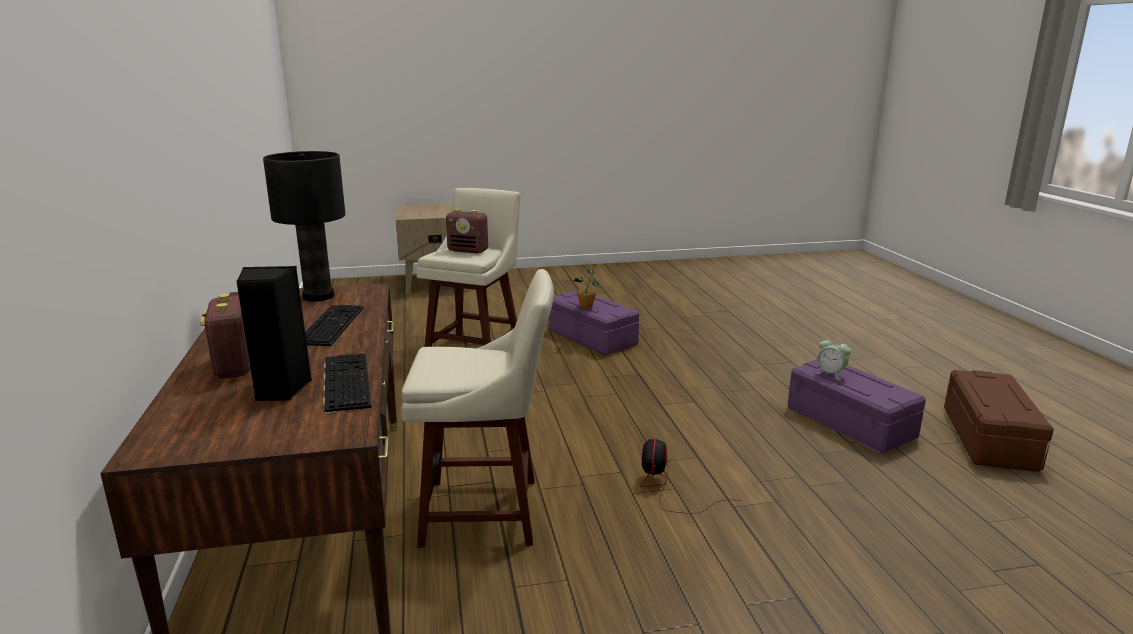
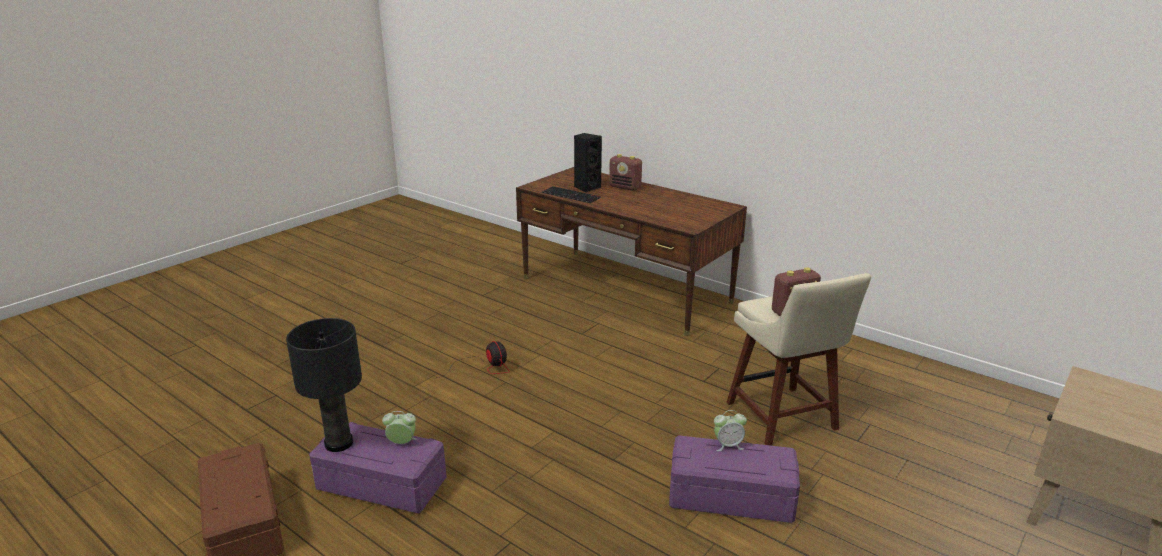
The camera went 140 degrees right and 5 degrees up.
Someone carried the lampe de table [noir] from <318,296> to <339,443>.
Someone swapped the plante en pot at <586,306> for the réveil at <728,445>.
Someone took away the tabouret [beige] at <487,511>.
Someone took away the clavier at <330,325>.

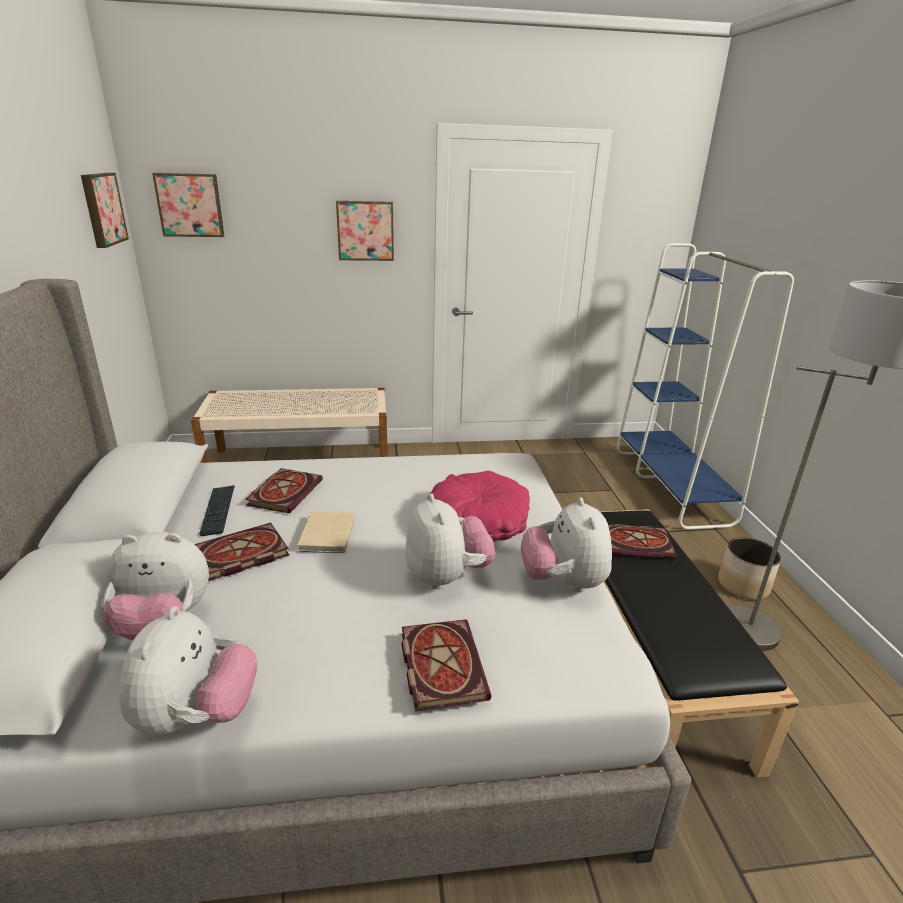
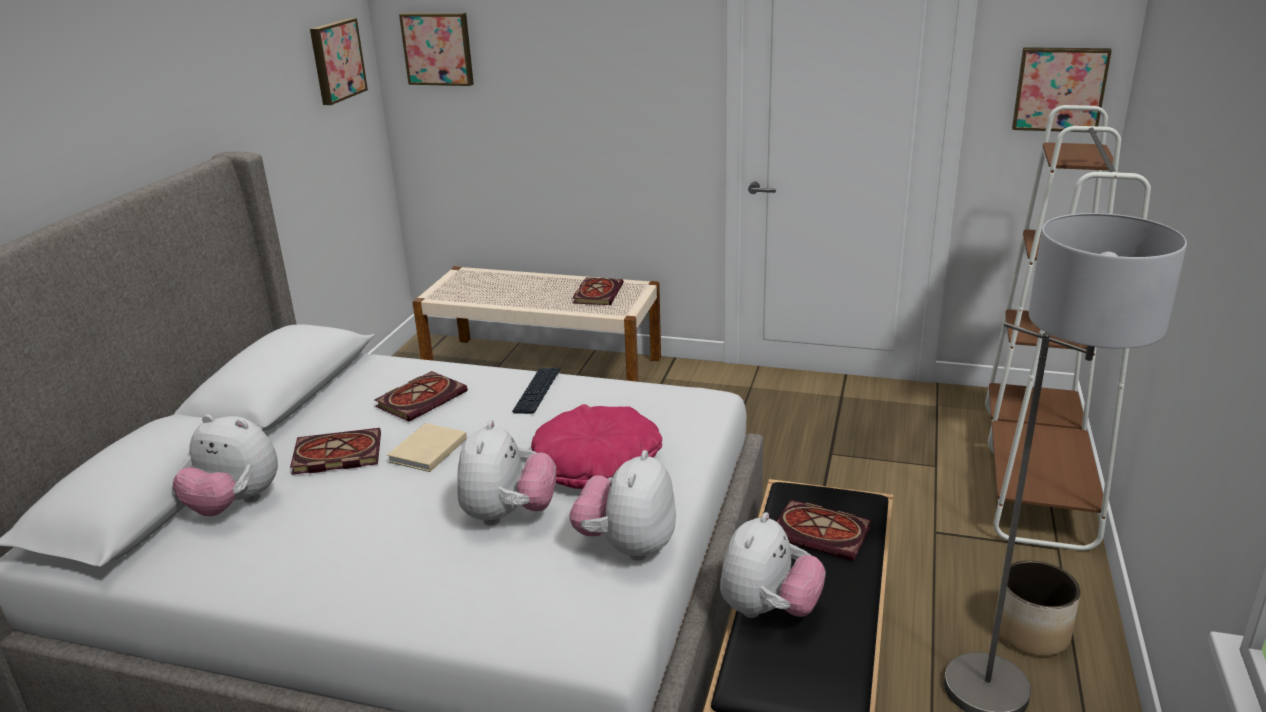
The camera went 25 degrees right and 0 degrees up.
Someone carried the tableau from <365,230> to <1059,89>.
Someone repainted the portant [bleu] at <670,487>, which became the portant [marron] at <1035,477>.
Someone carried the clavier from <218,510> to <537,391>.
Someone carried the peluche from <197,715> to <768,610>.
Someone carried the livre from <440,664> to <597,293>.

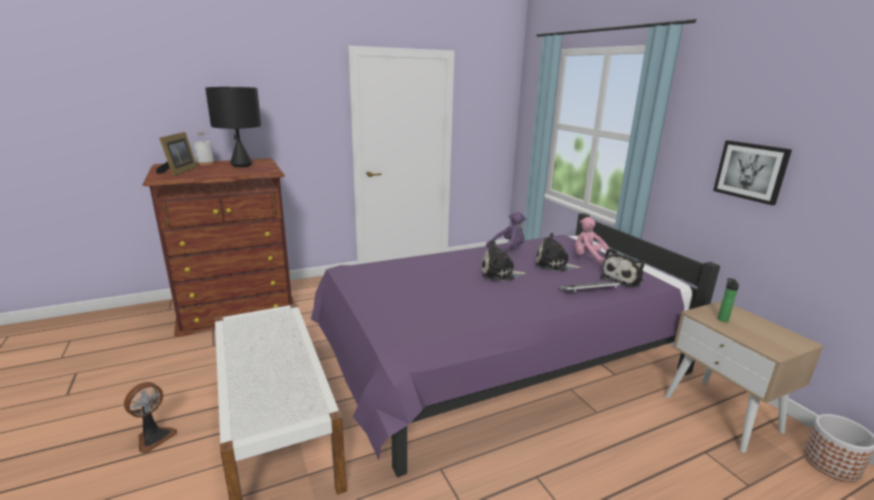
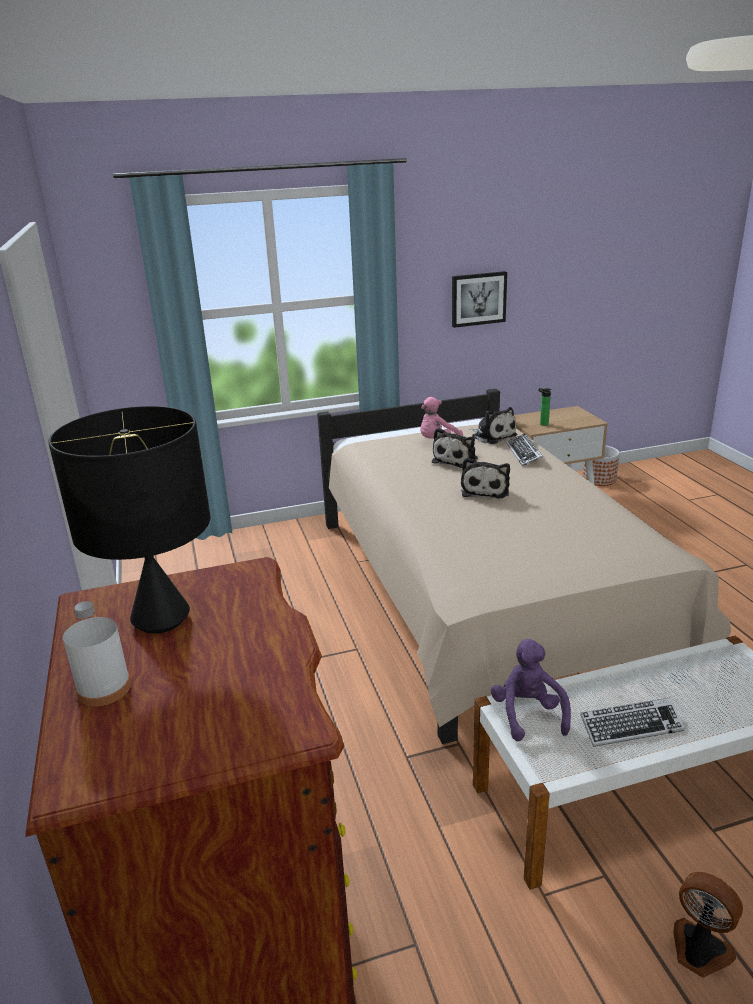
The camera went 80 degrees left and 5 degrees up.
Someone took away the cadre photo at <179,171>.
Someone carried the peluche [violet] from <507,250> to <528,714>.
Someone repainted the lit [violet] at <498,364>, which became the lit [beige] at <480,598>.
Someone put down the clavier at <630,726>.

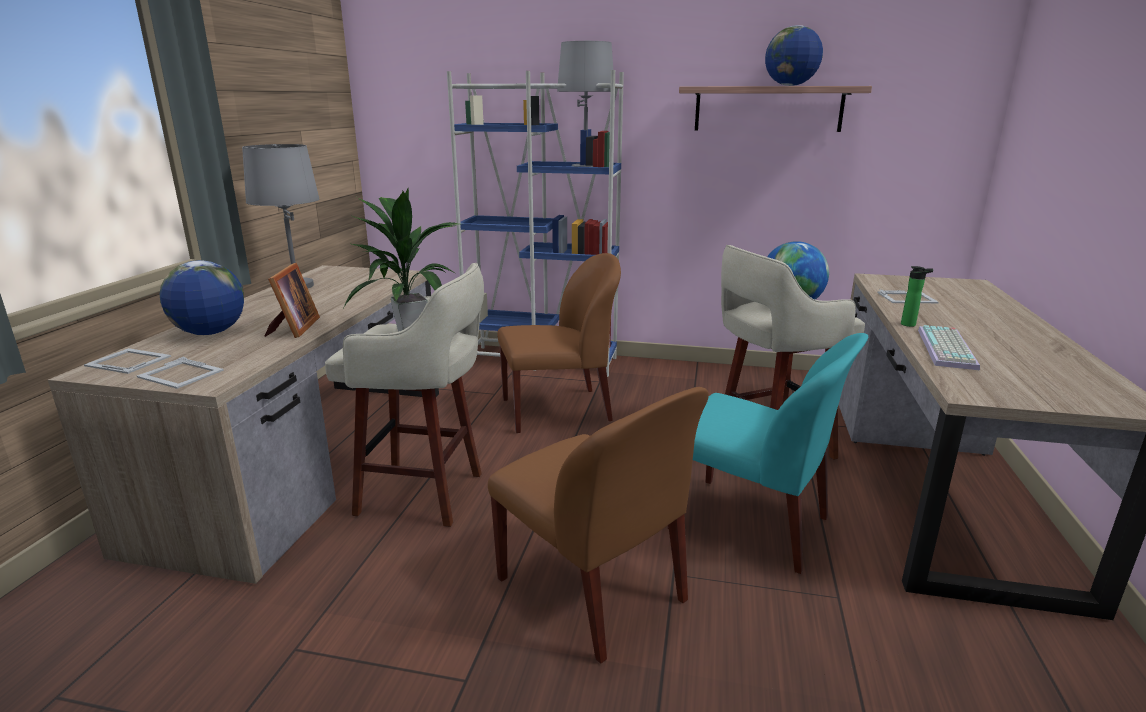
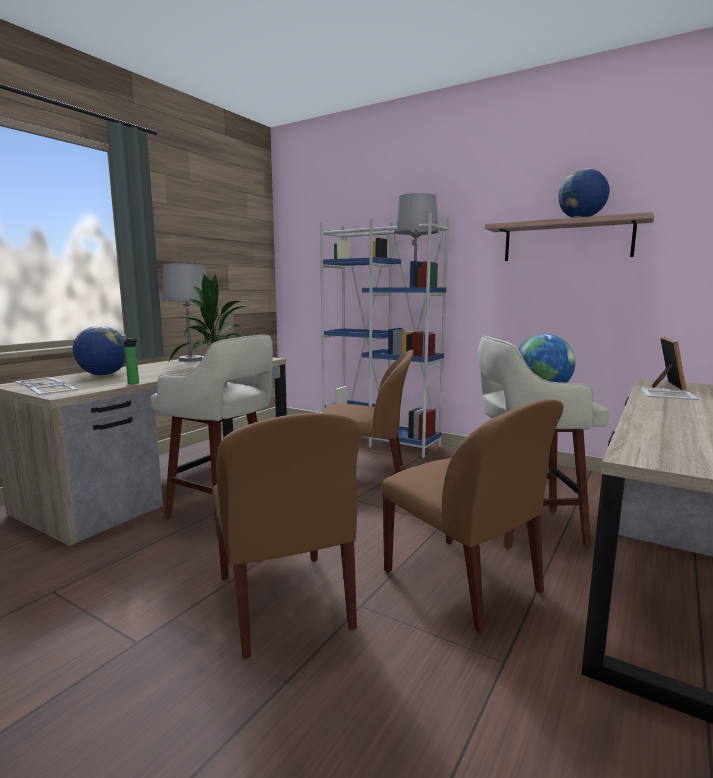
The camera went 20 degrees right and 10 degrees down.
Someone carried the cadre photo from <293,329> to <665,385>.
Someone carried the bouteille from <910,325> to <134,383>.
Someone took away the clavier at <949,349>.
Someone repainted the chaise [turquoise] at <752,524>, which became the chaise [marron] at <464,583>.

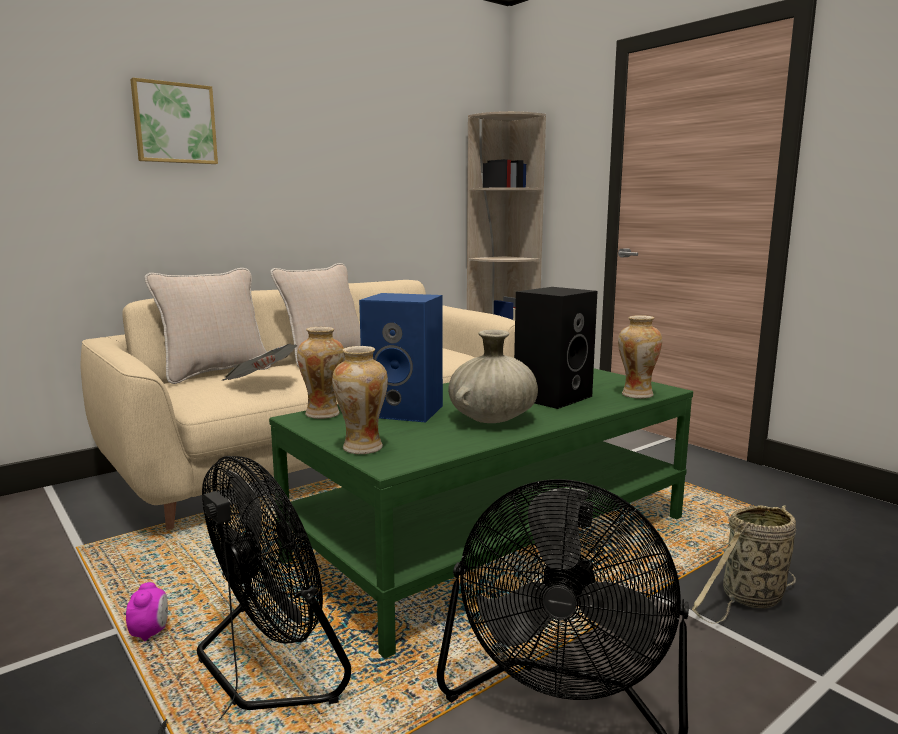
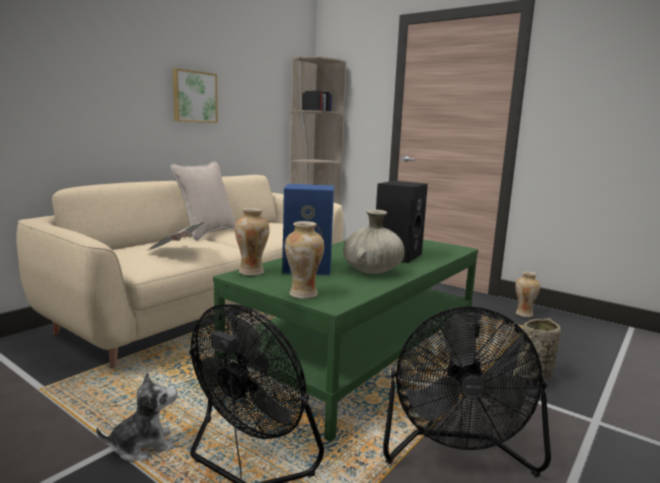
The camera went 15 degrees left and 0 degrees up.
Someone carried the tableau from <174,123> to <194,97>.
Someone took away the coussin [beige] at <215,373>.
Someone carried the vase from <636,394> to <523,314>.
Someone swapped the réveil at <150,633> for the peluche at <143,446>.

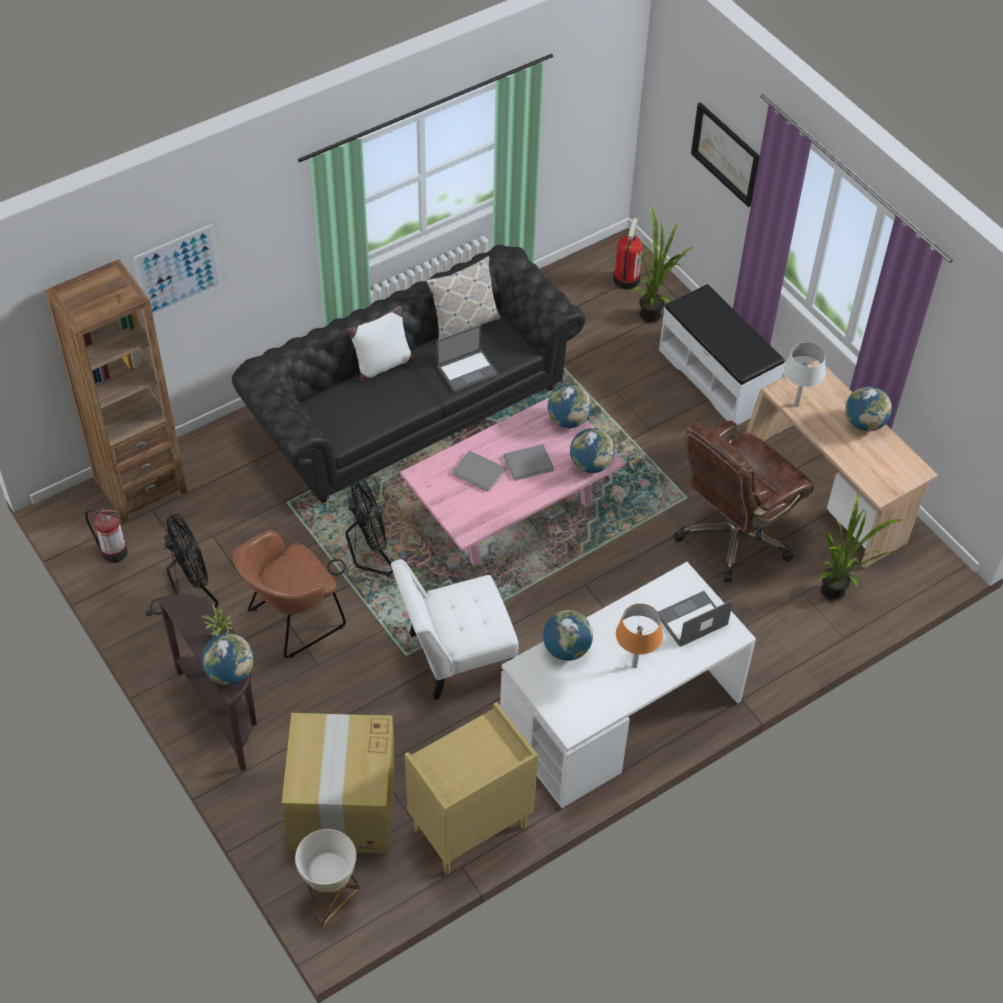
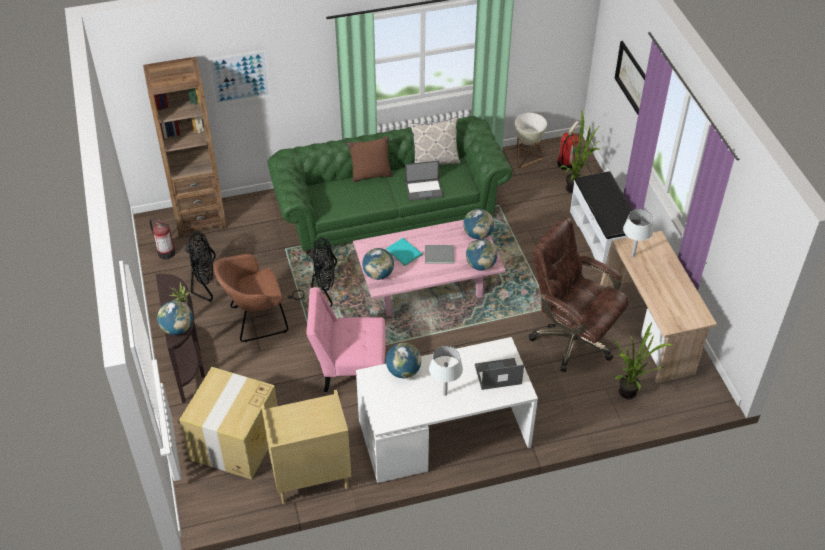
The camera went 20 degrees right and 5 degrees down.
Someone repainted the canapé [noir] at <410,407>, which became the canapé [vert] at <389,210>.
Someone repainted the coussin [blanc] at <382,366>, which became the coussin [marron] at <370,175>.
Someone carried the globe from <864,423> to <378,274>.
Someone rotated the chaise de bureau [marron] at <734,535> by 60 degrees clockwise.
Someone repainted the livre [gris] at <478,470>, which became the livre [turquoise] at <404,251>.
Someone repainted the chaise [blanc] at <455,656>, which became the chaise [rose] at <349,368>.
Someone repainted the lampe de table [orange] at <634,665>, which became the lampe de table [blanc] at <445,393>.
Someone carried the cache-pot from <330,895> to <527,158>.

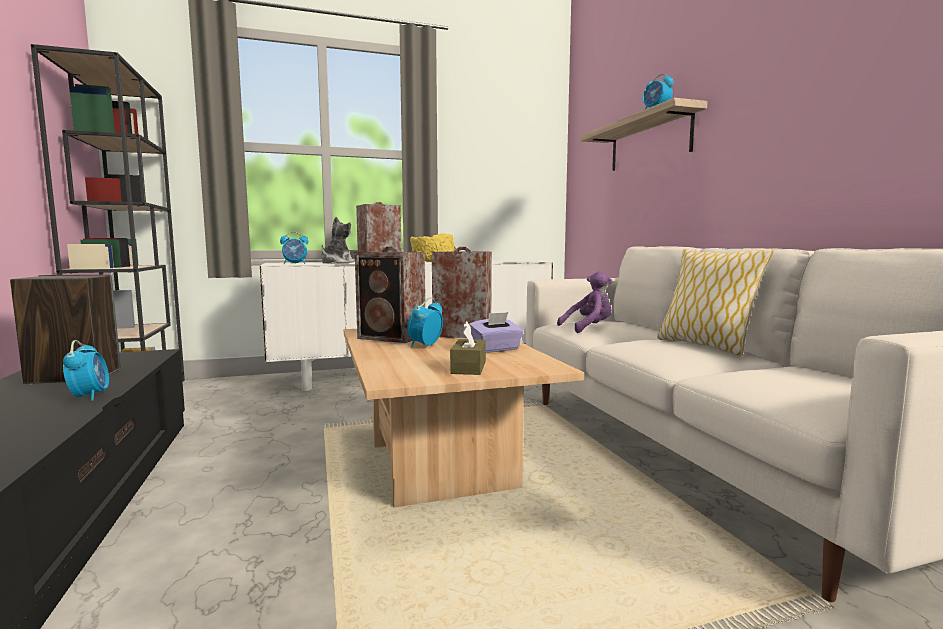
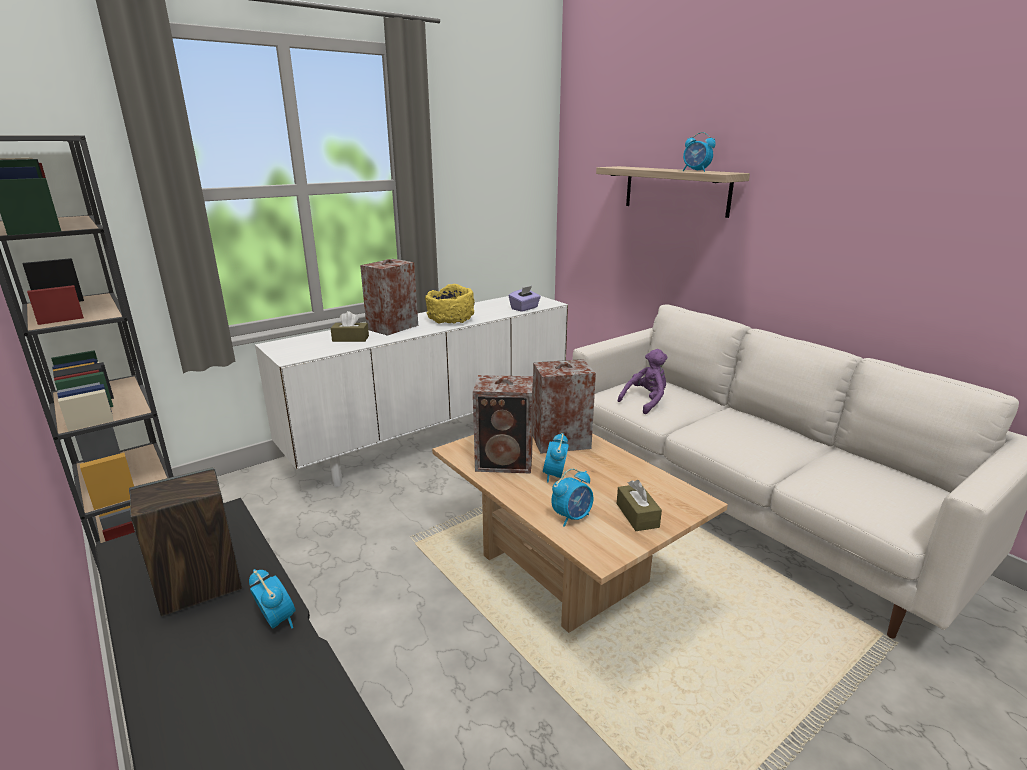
The camera went 20 degrees left and 15 degrees up.
Someone swapped the peluche at <336,262> for the boîte à mouchoirs [marron] at <350,339>.
Someone carried the réveil from <295,263> to <572,517>.
Someone took away the coussin at <705,346>.
Someone carried the boîte à mouchoirs [violet] from <496,349> to <524,308>.

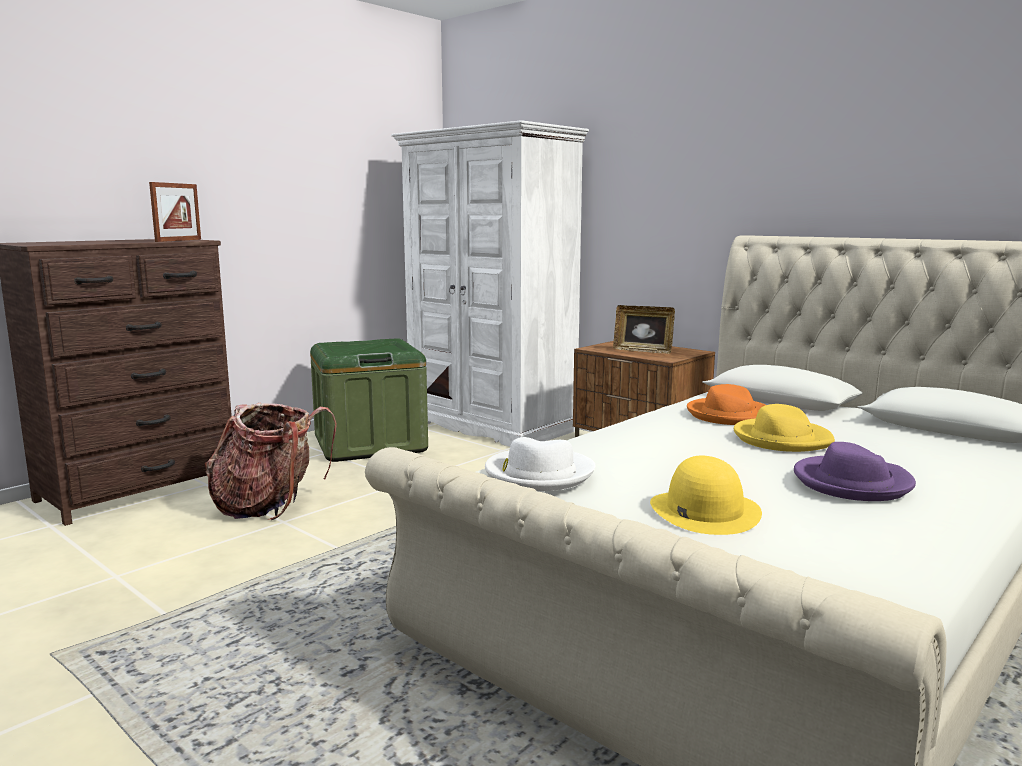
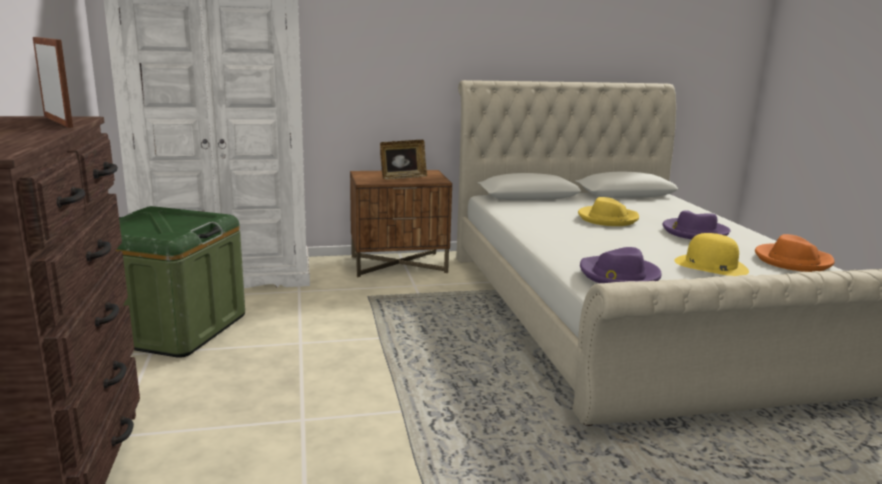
The camera went 55 degrees left and 5 degrees up.
Someone carried the chapeau [orange] from <729,415> to <792,261>.
Someone took away the sac à dos at <270,506>.
Someone repainted the chapeau [blanc] at <538,474>, which became the chapeau [violet] at <619,275>.

